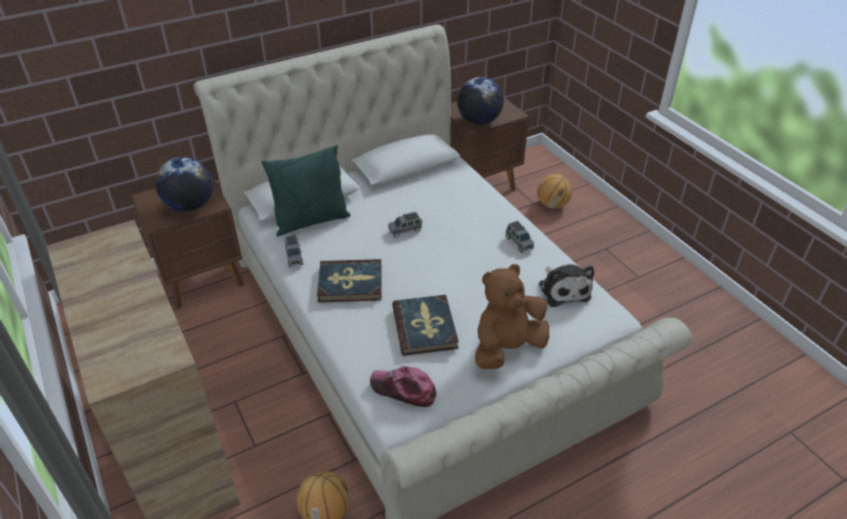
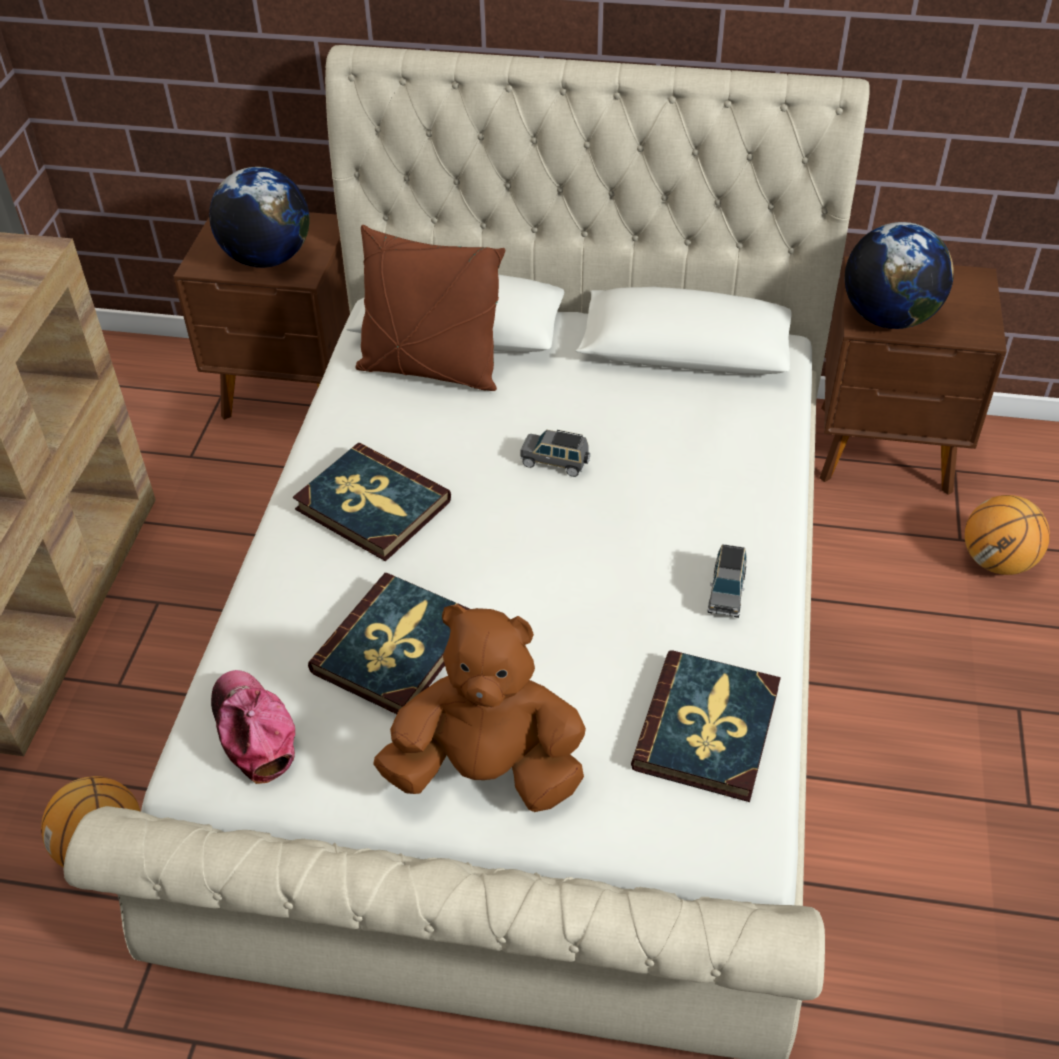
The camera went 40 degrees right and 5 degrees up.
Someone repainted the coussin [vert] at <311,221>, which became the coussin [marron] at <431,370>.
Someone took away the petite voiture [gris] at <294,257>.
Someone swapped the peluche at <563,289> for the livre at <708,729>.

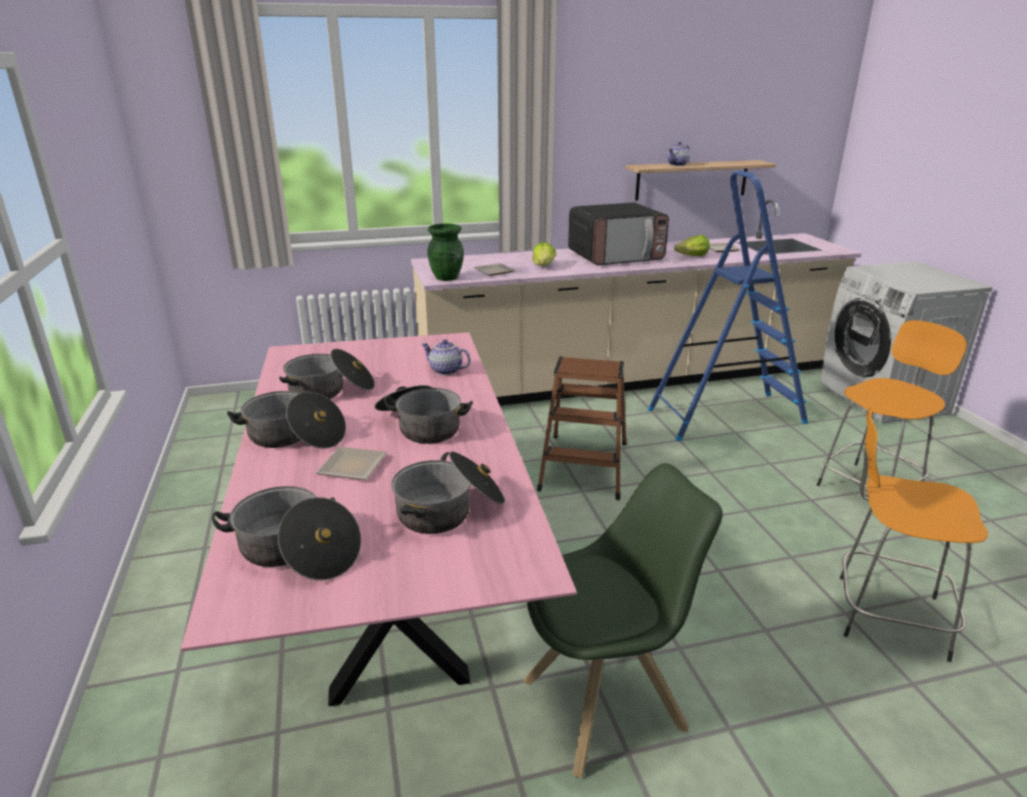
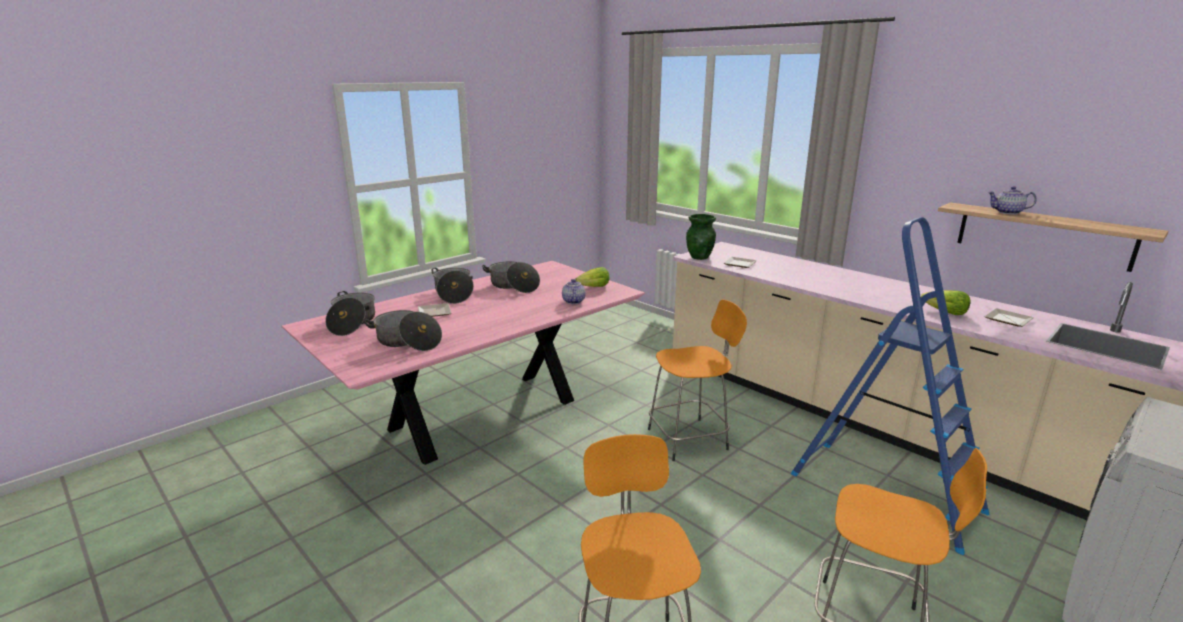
The camera went 60 degrees right and 5 degrees down.
Someone took away the micro-ondes at <616,257>.
Someone carried the laitue from <543,266> to <594,287>.
Someone swapped the escabeau [marron] at <584,465> for the tabouret [orange] at <690,438>.
Someone took away the marmite at <421,426>.
Someone took away the chaise [vert] at <605,705>.

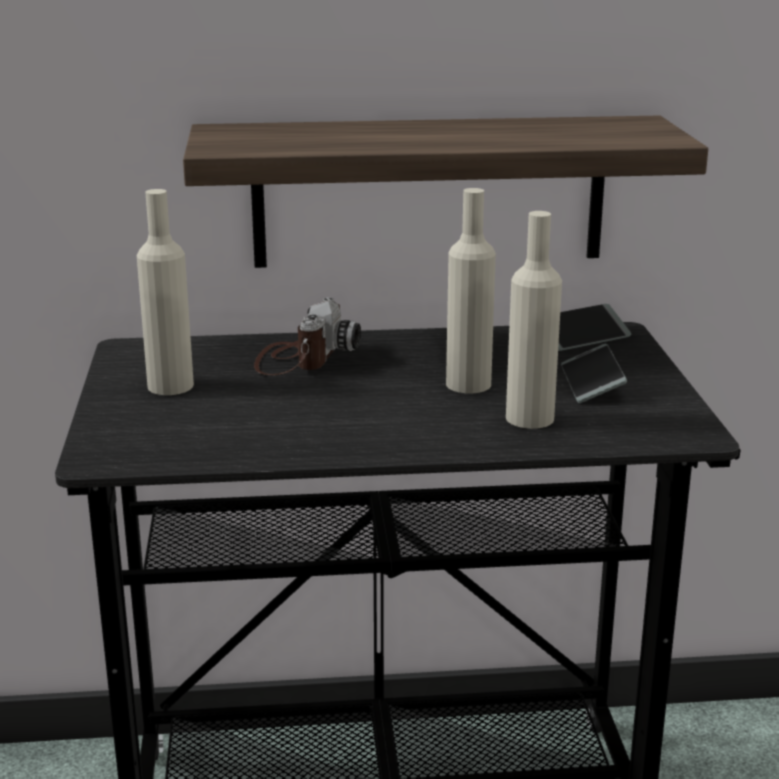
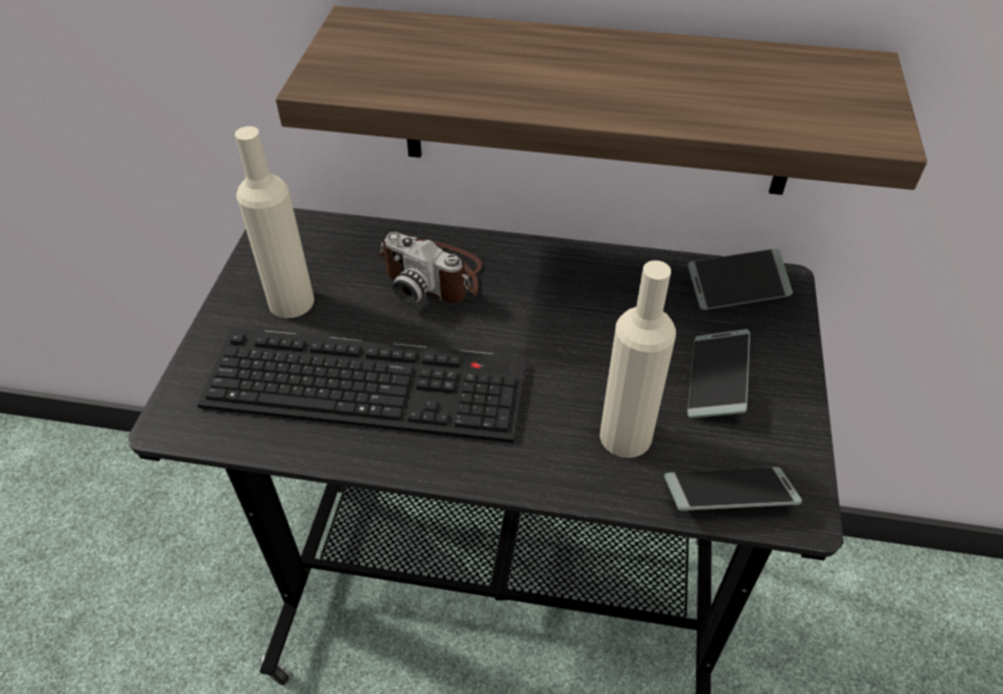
The camera went 15 degrees right and 25 degrees up.
Someone took away the bouteille [beige] at <468,384>.
Someone rotated the appareil photo at <301,358> by 90 degrees clockwise.
Someone put down the clavier at <370,382>.
Someone put down the téléphone at <728,496>.

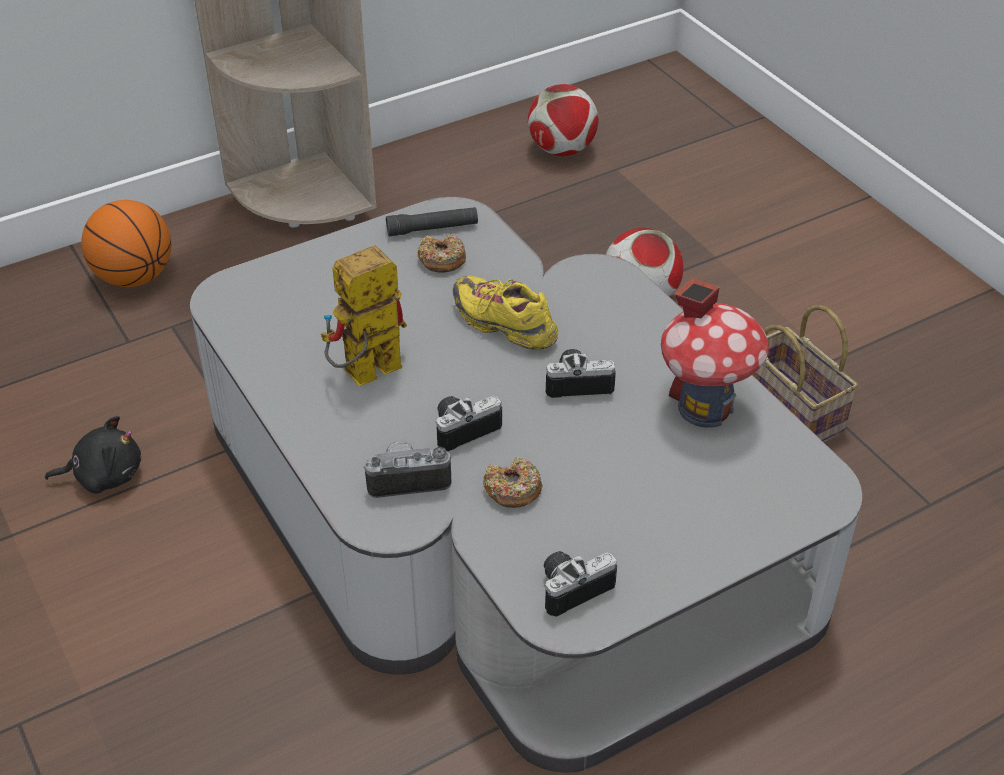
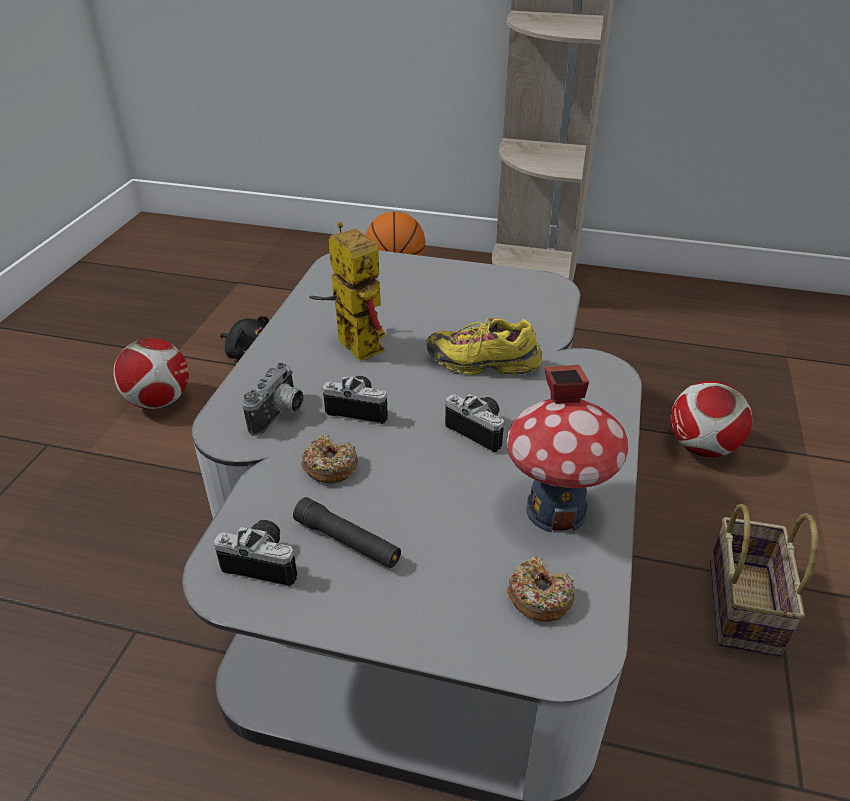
The camera went 45 degrees right and 5 degrees down.
Someone carried the ballon de foot from <562,150> to <159,401>.
Someone carried the lampe de poche [noir] from <432,228> to <347,541>.
Someone carried the beignet from <441,260> to <539,597>.
Someone rotated the robot jouet at <364,376> by 45 degrees clockwise.
Someone rotated the chaussure [jaune] at <503,324> by 75 degrees counterclockwise.
Someone rotated the appareil photo at <408,480> by 75 degrees clockwise.

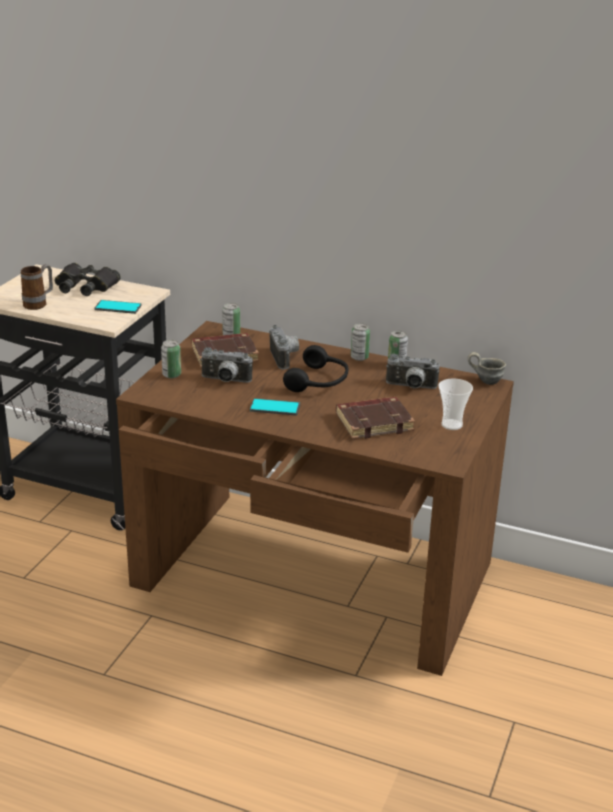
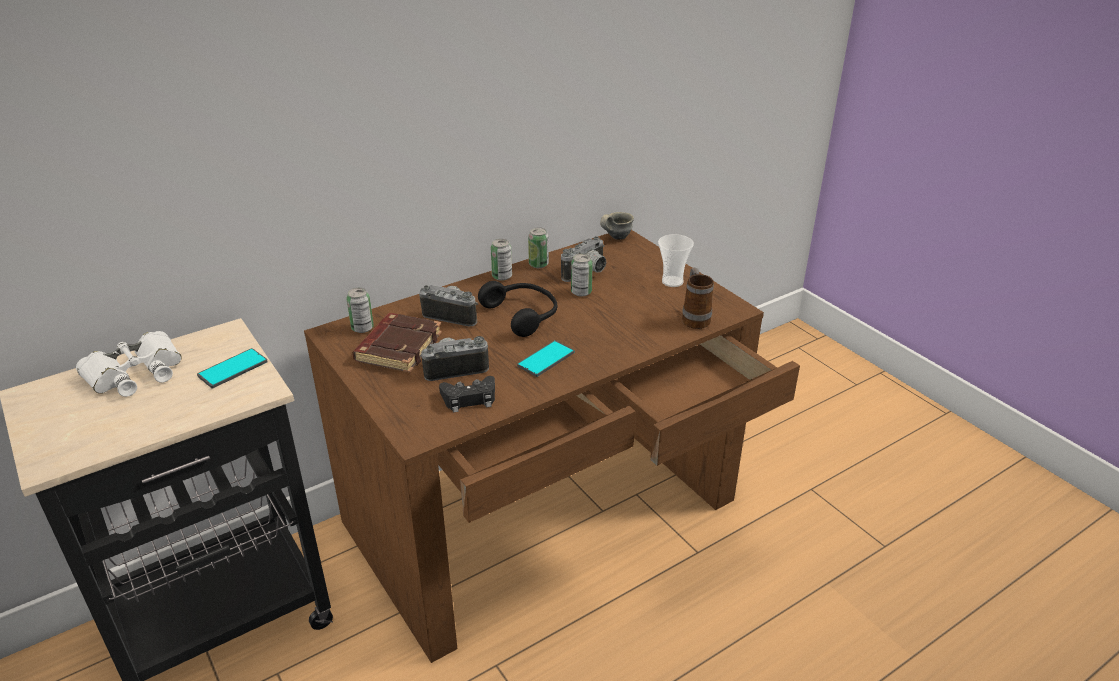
The camera went 55 degrees left and 5 degrees up.
Someone repainted the jumelles [noir] at <85,286>, which became the jumelles [blanc] at <135,373>.
Someone carried the mug from <39,304> to <694,318>.
Someone carried the boîte métallique from <171,375> to <581,292>.
Someone rotated the appareil photo at <225,381> by 150 degrees counterclockwise.
Someone took away the livre [marron] at <374,422>.
Someone put down the manette [noir] at <469,398>.

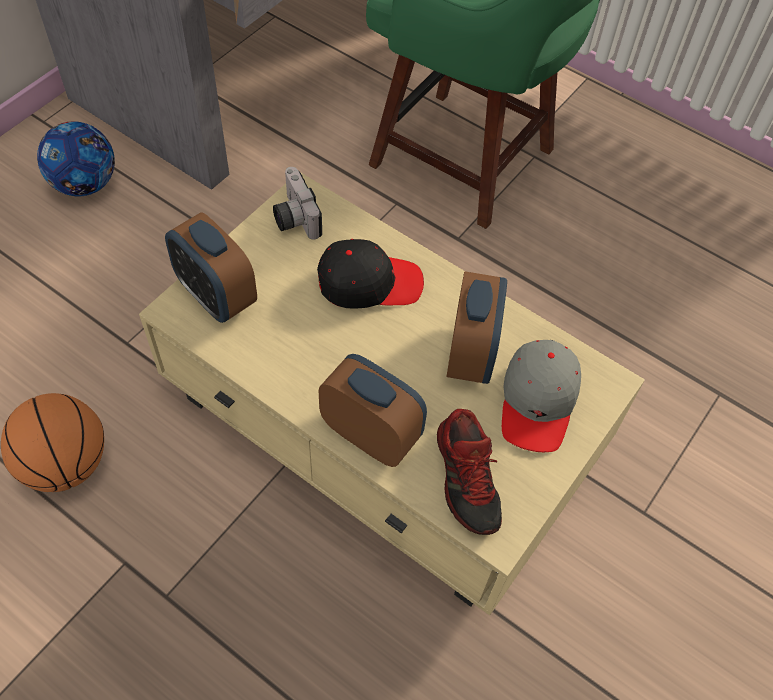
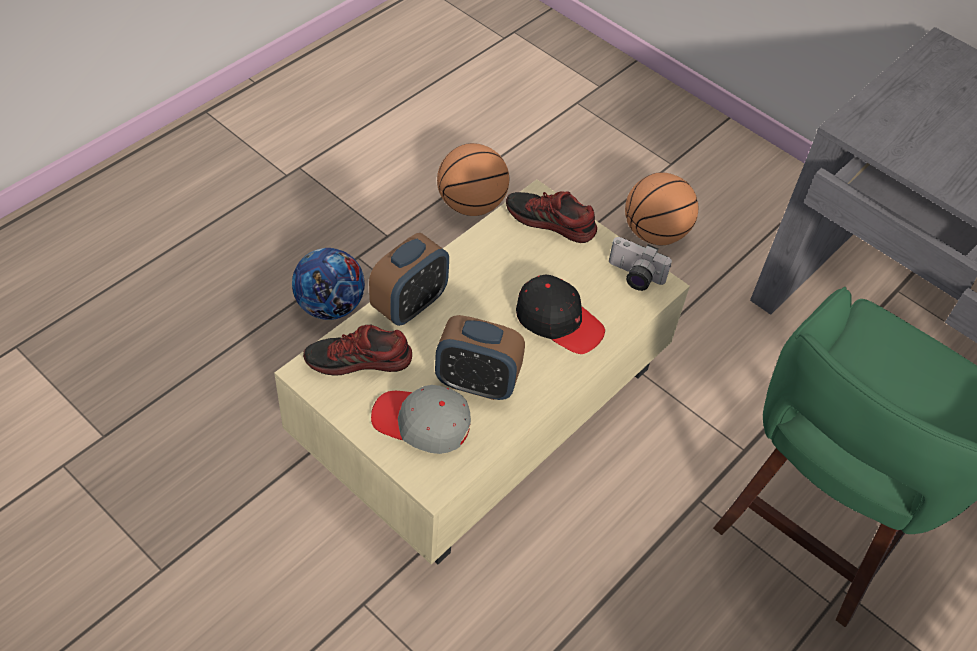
The camera went 95 degrees right and 5 degrees down.
Someone carried the ballon de foot from <85,184> to <330,306>.
Someone rotated the appareil photo at <293,217> by 135 degrees counterclockwise.
Someone swapped the réveil at <216,296> for the chaussure at <550,222>.
Someone rotated the casquette [noir] at <369,282> by 60 degrees counterclockwise.
Someone put down the ballon de basket at <655,233>.

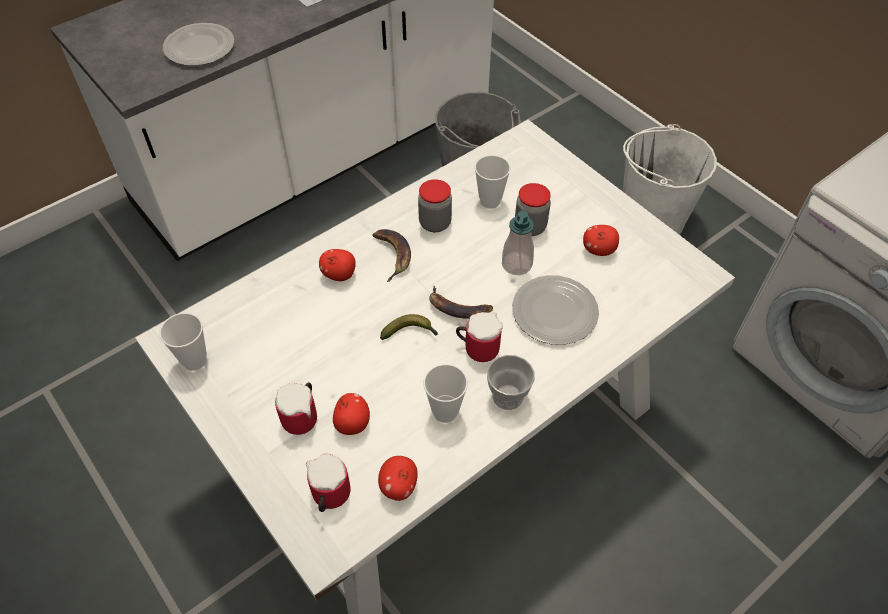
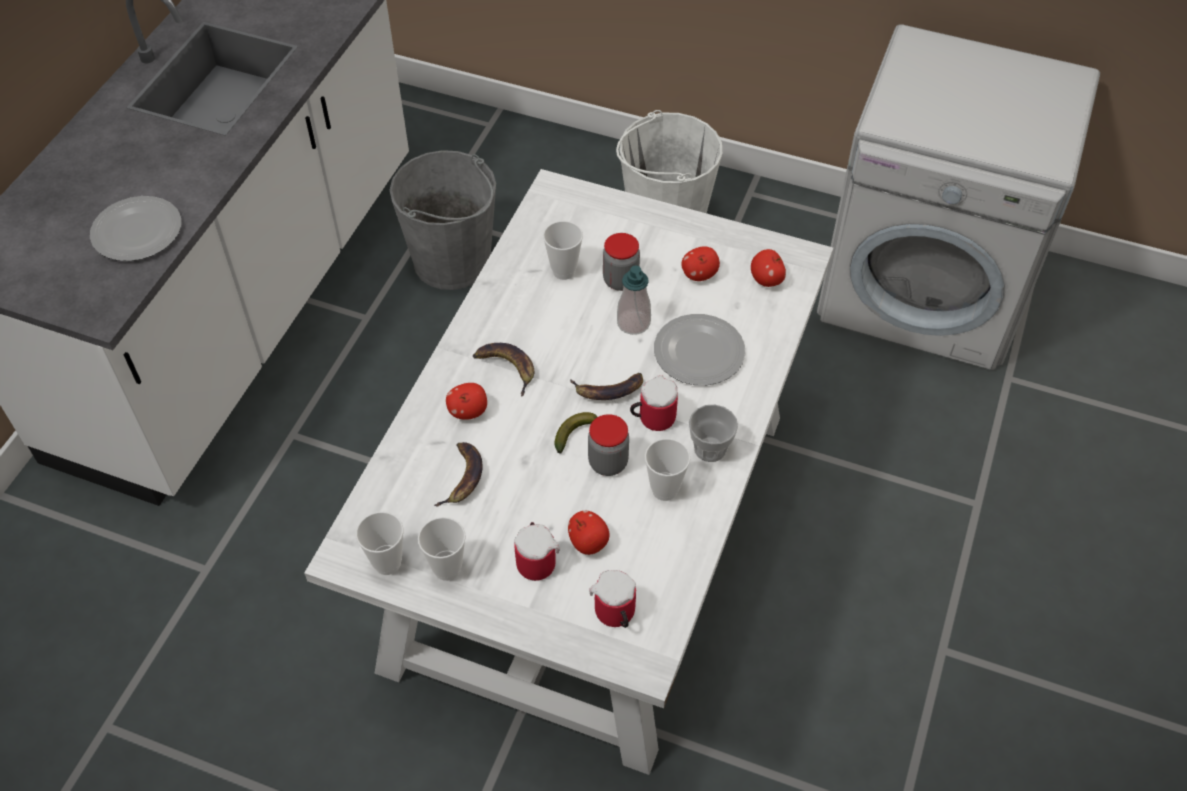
The camera went 30 degrees left and 0 degrees up.
Someone carried the bocal from <435,223> to <608,462>.
Someone carried the pomme from <398,486> to <766,280>.
Someone put down the banane at <463,478>.
Someone put down the tasse at <447,568>.

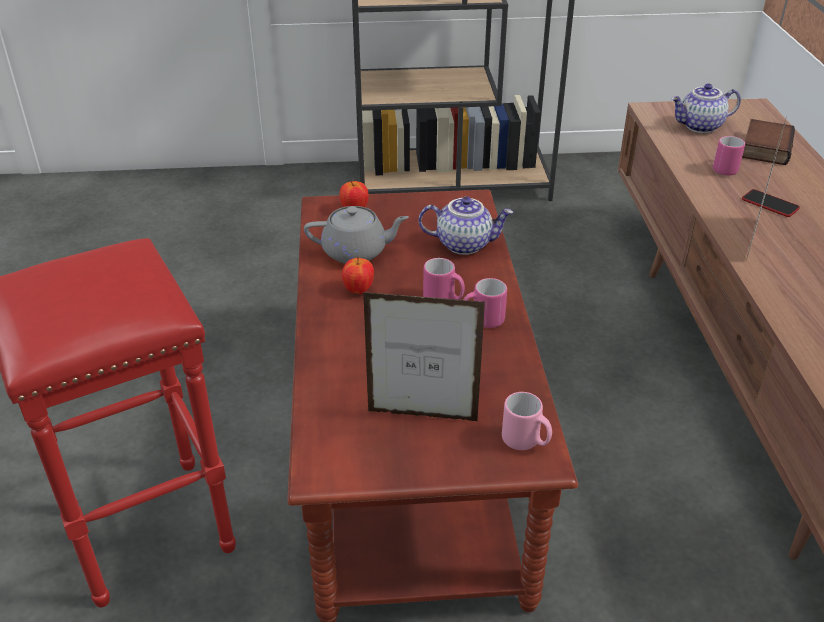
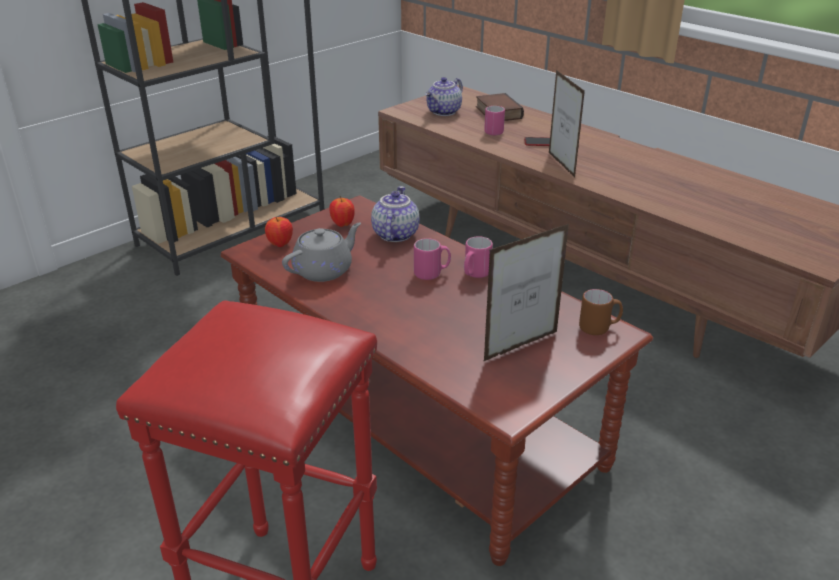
The camera went 40 degrees left and 5 degrees down.
Someone rotated the théière at <464,244> by 45 degrees counterclockwise.
Someone carried the pomme from <358,290> to <342,224>.
Someone repainted the mug [rose] at <526,442>, which became the mug [marron] at <599,328>.

